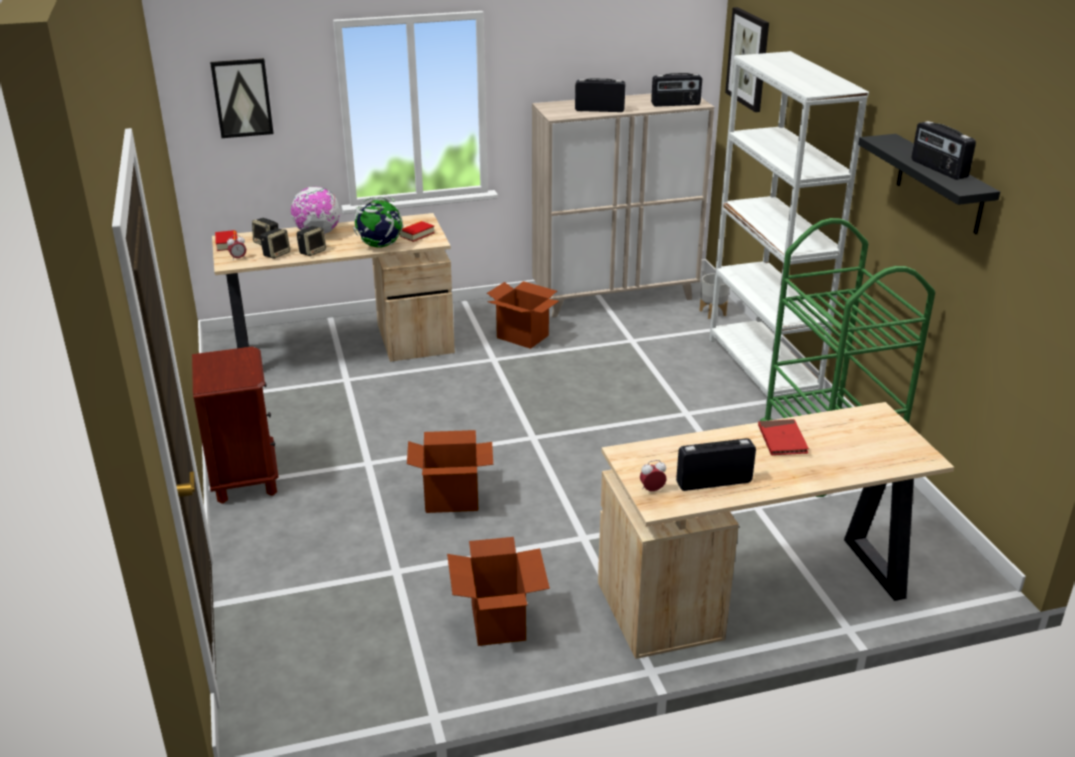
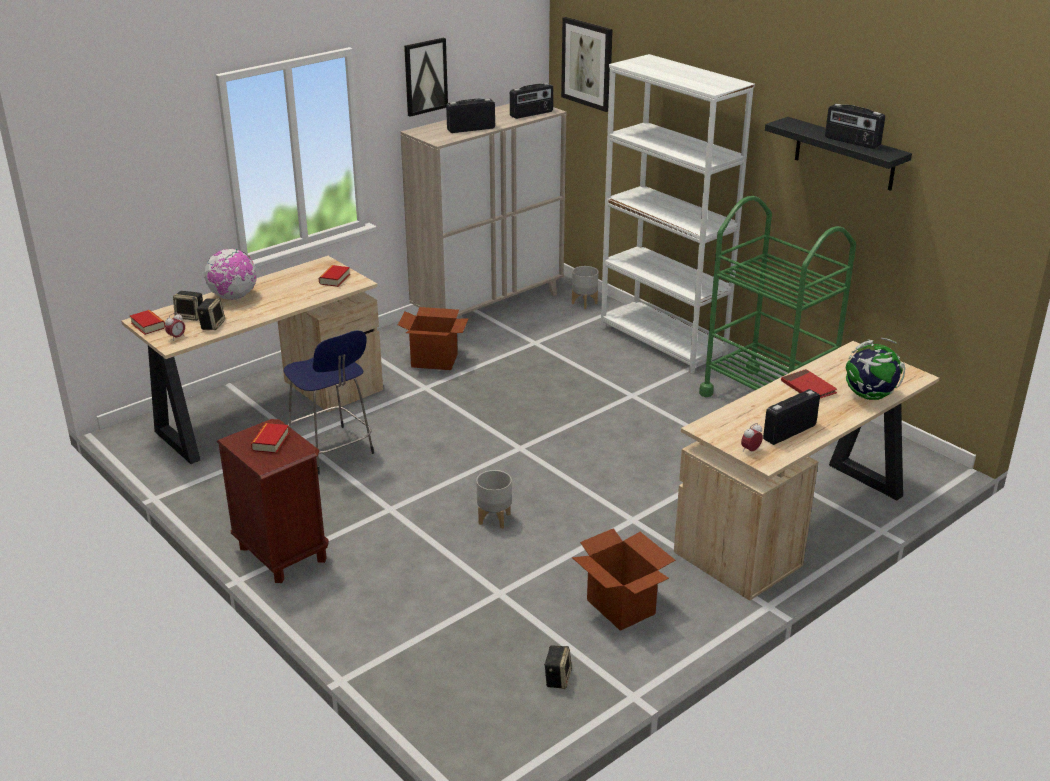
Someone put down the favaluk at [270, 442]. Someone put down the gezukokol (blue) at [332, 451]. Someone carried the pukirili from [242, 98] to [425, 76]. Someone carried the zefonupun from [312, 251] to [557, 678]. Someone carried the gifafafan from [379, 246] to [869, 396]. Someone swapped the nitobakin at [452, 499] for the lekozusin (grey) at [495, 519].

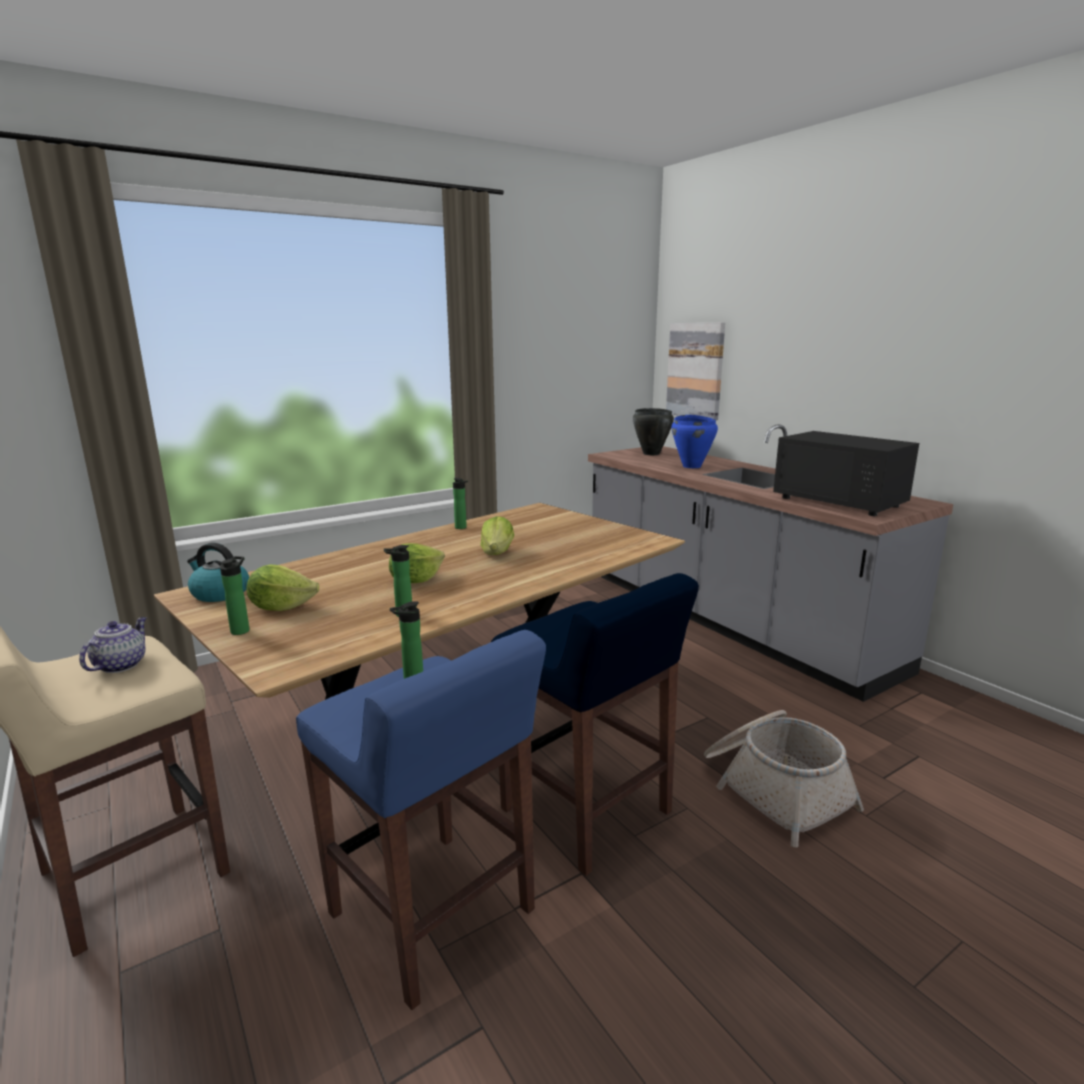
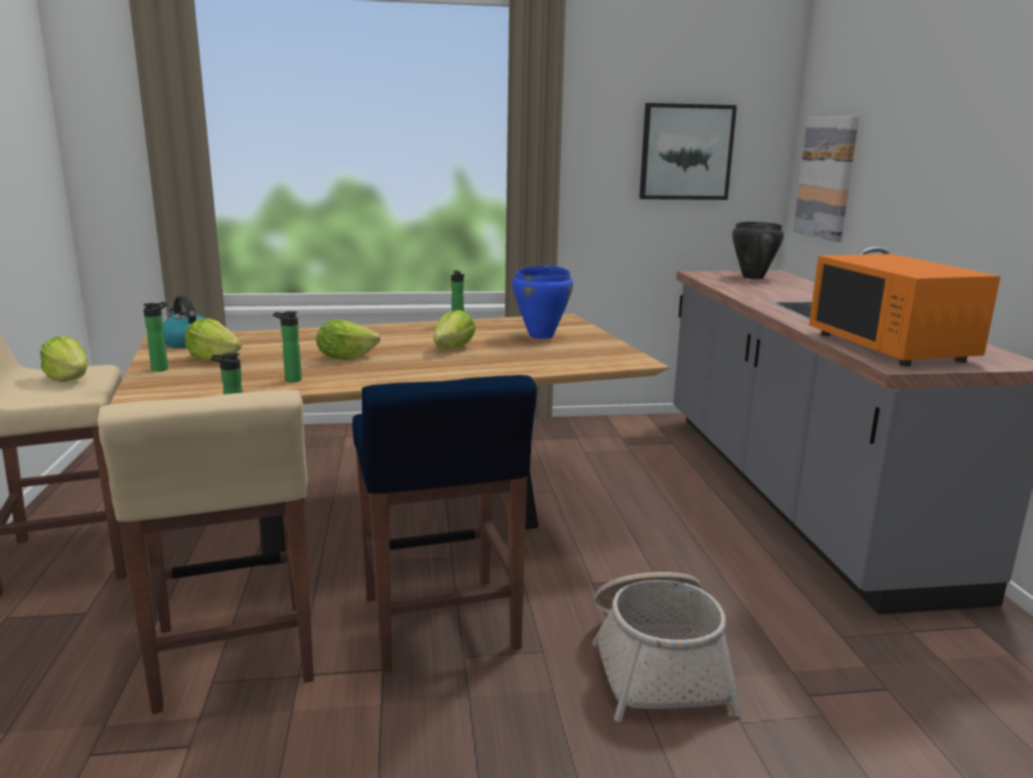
Someone put up the pukirili at [686, 152]. Someone carried the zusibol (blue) from [692, 466] to [541, 336]. Someone swapped the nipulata at [121, 664] for the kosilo at [69, 379]. Someone repainted the gezukokol (blue) at [433, 914], which became the gezukokol (beige) at [233, 656]. Someone repainted the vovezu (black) at [839, 502], which became the vovezu (orange) at [890, 347].

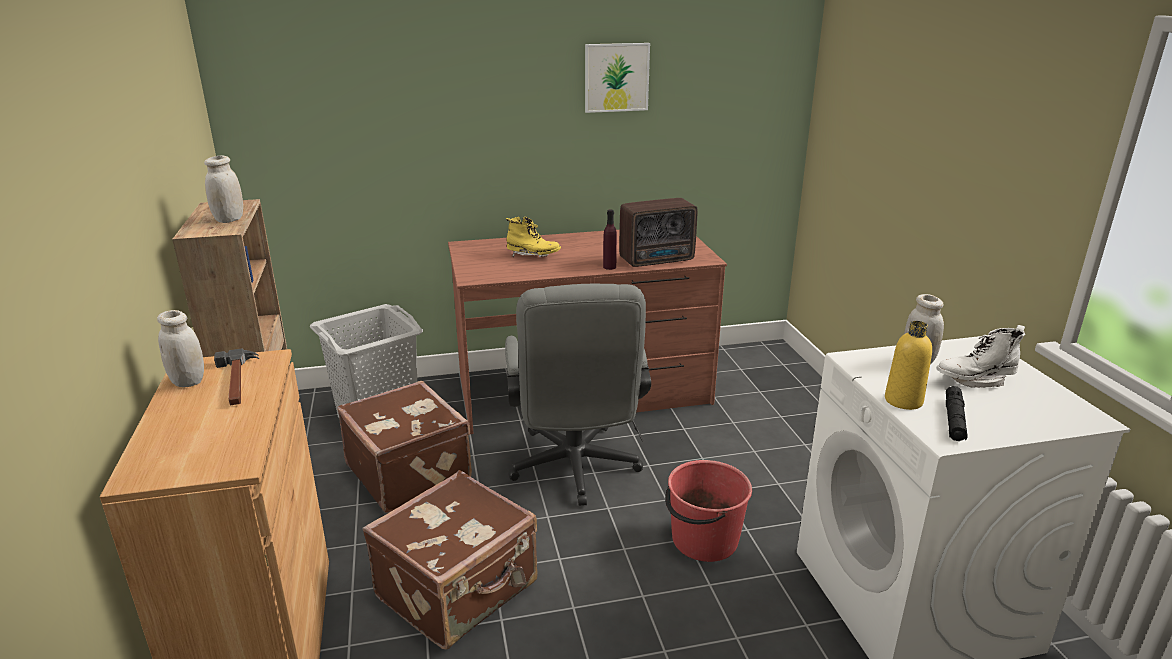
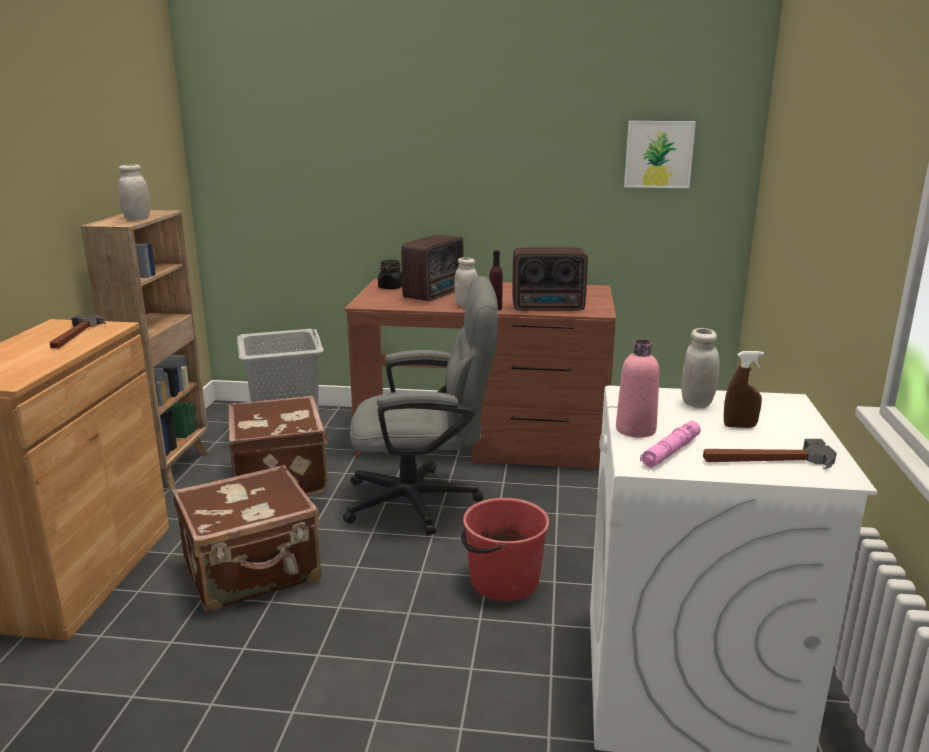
Someone put down the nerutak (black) at [391, 287]. Someone put down the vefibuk at [768, 461]. Someone carried the nerutak (white) from [188, 381] to [466, 305]. Someone carried the pukirili from [616, 77] to [659, 154]. Someone swapped the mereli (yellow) at [533, 256] for the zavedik at [435, 294]. Someone swapped the mereli (white) at [974, 380] for the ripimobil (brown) at [739, 426]. Someone repainted the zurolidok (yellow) at [903, 401], which became the zurolidok (pink) at [635, 430]. Someone repainted the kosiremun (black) at [954, 420], which became the kosiremun (pink) at [670, 452]. Someone rotated the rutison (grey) at [575, 471] by 105 degrees counterclockwise.

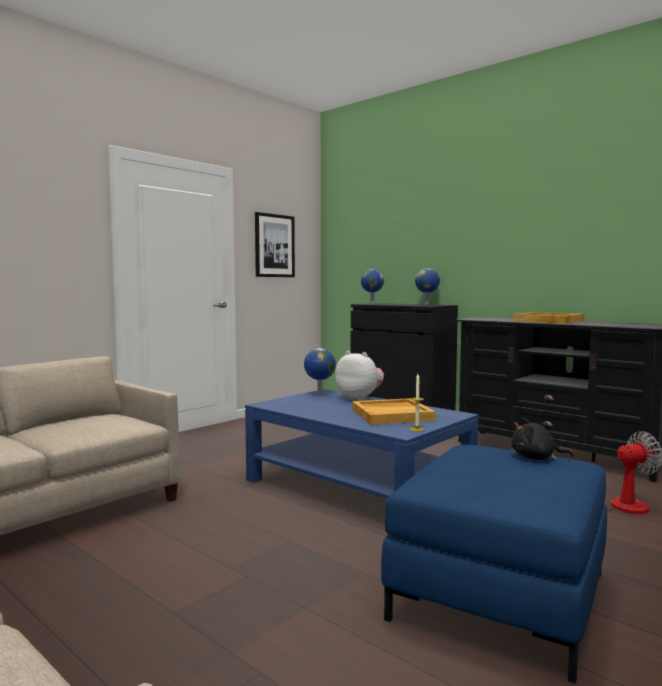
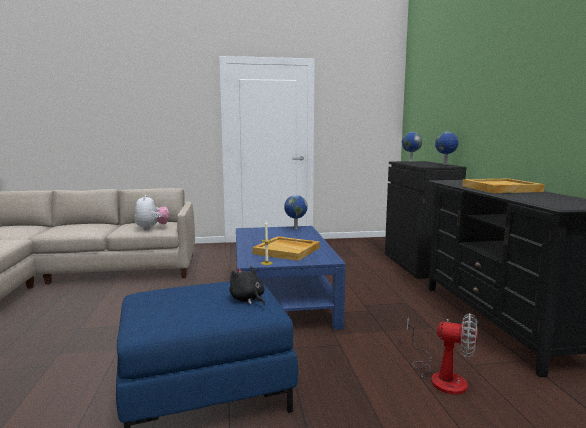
Someone took away the pukirili at [274, 246]. Someone carried the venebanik from [360, 398] to [152, 228].

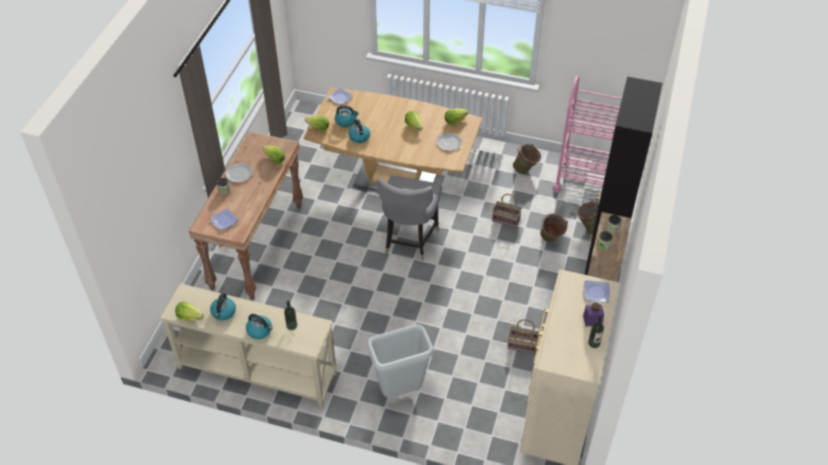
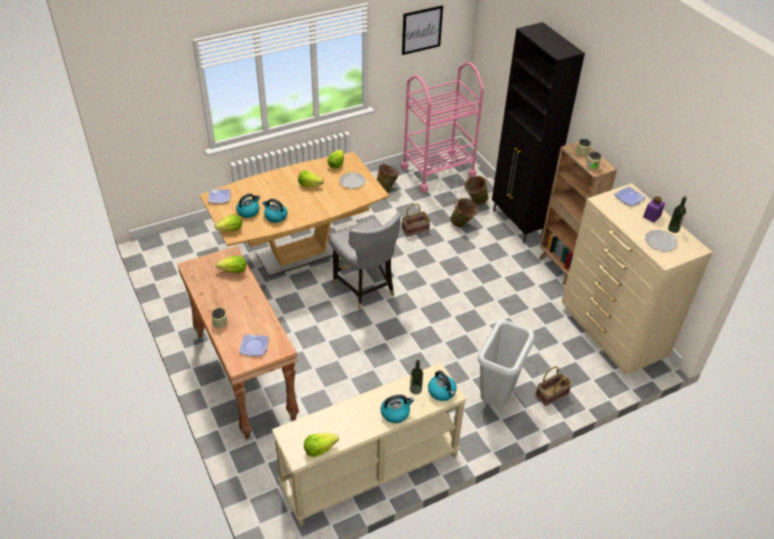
Someone put up the pukirili at [421, 30]. Someone carried the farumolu from [223, 312] to [442, 392]. Someone carried the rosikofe from [238, 174] to [660, 242]. Someone carried the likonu from [521, 345] to [551, 396].

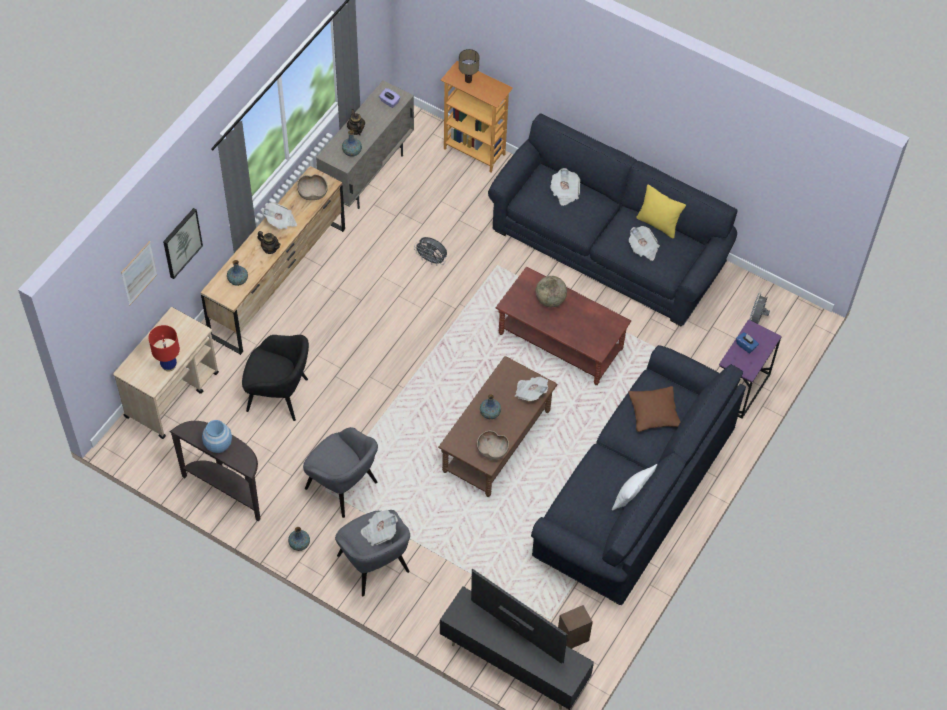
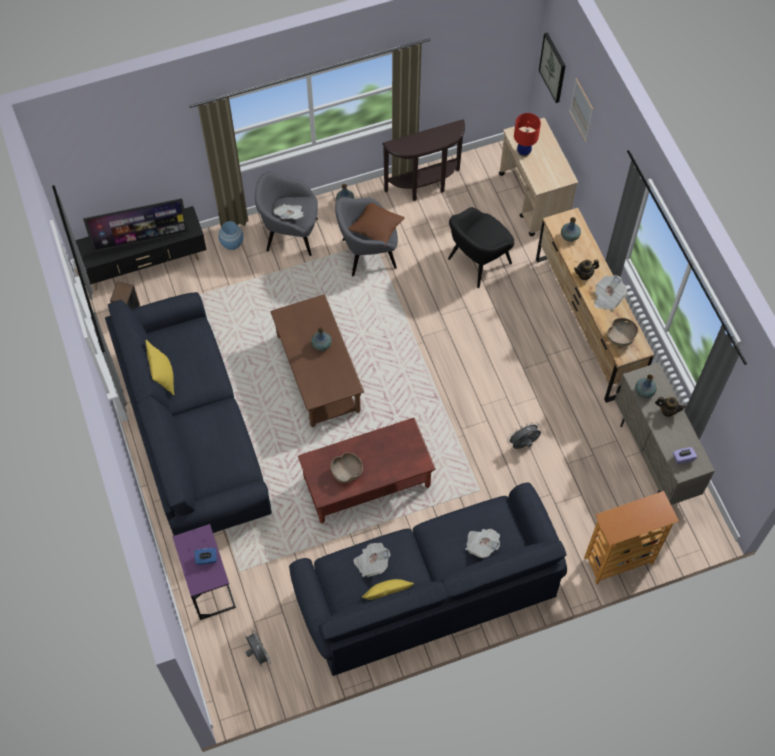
Someone took away the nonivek at [468, 80]. Someone took away the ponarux at [530, 392]. Someone took away the gifafafan at [550, 300]. Someone carried the pukirili from [181, 242] to [553, 67]. Someone carried the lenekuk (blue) from [218, 444] to [232, 243]. Someone carried the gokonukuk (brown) from [492, 451] to [347, 472]. Someone carried the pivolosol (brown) from [654, 413] to [376, 227]. Someone repainted the pivolosol (white) at [631, 497], which became the pivolosol (yellow) at [163, 377].

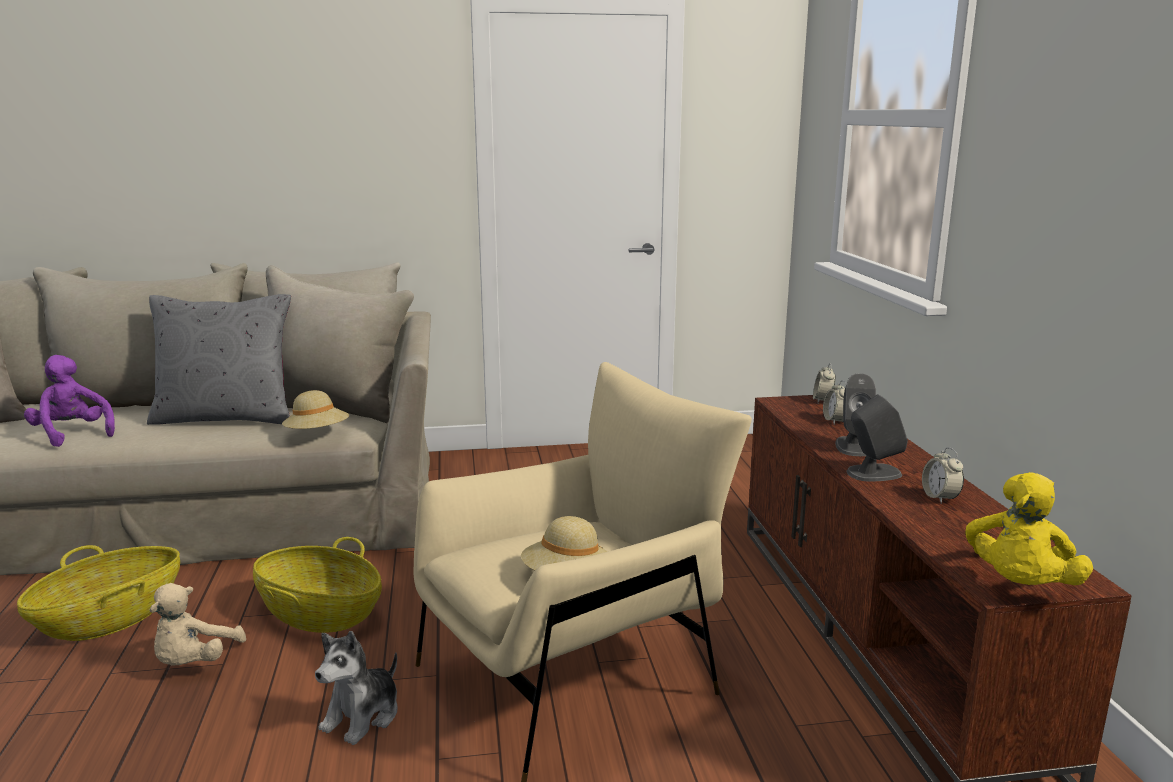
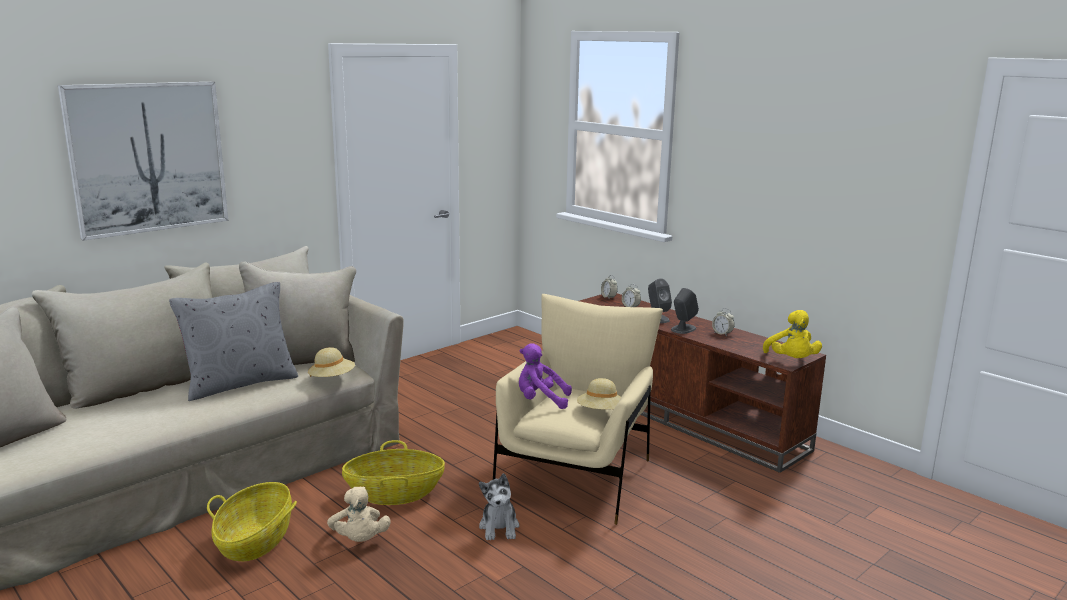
Someone put up the pukirili at [148, 157]. Someone carried the venebanik (purple) from [72, 434] to [540, 401].

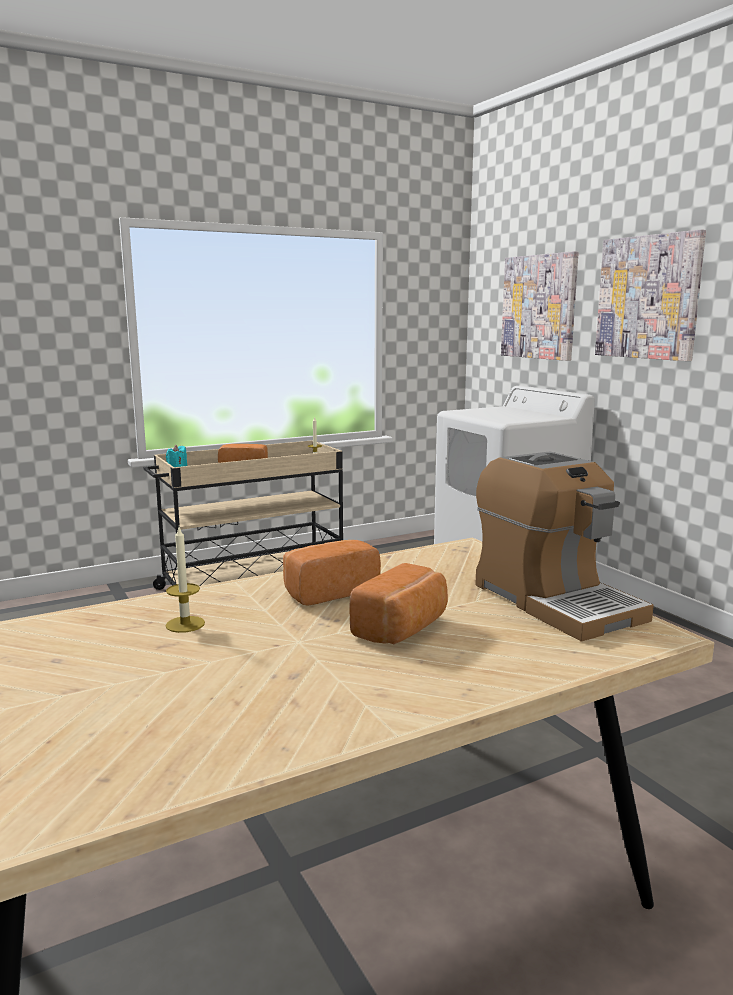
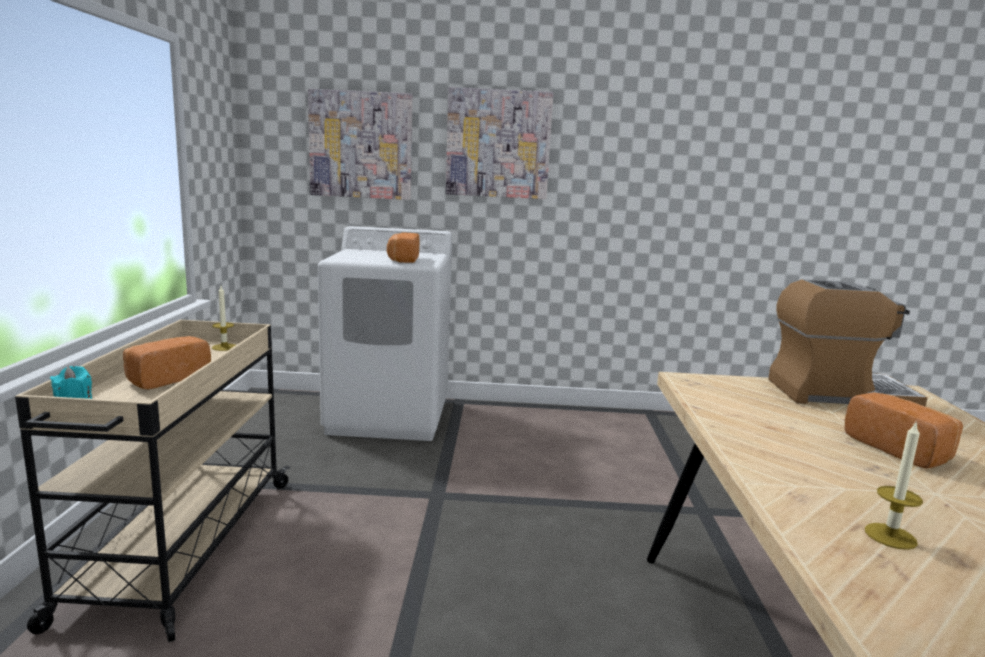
Someone carried the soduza from [328, 591] to [402, 259].

